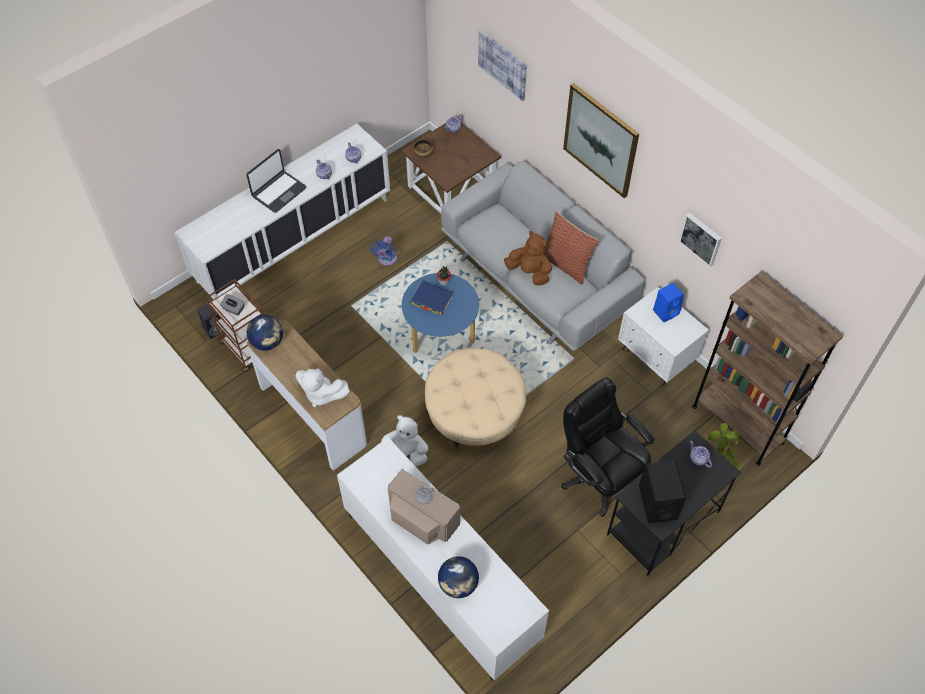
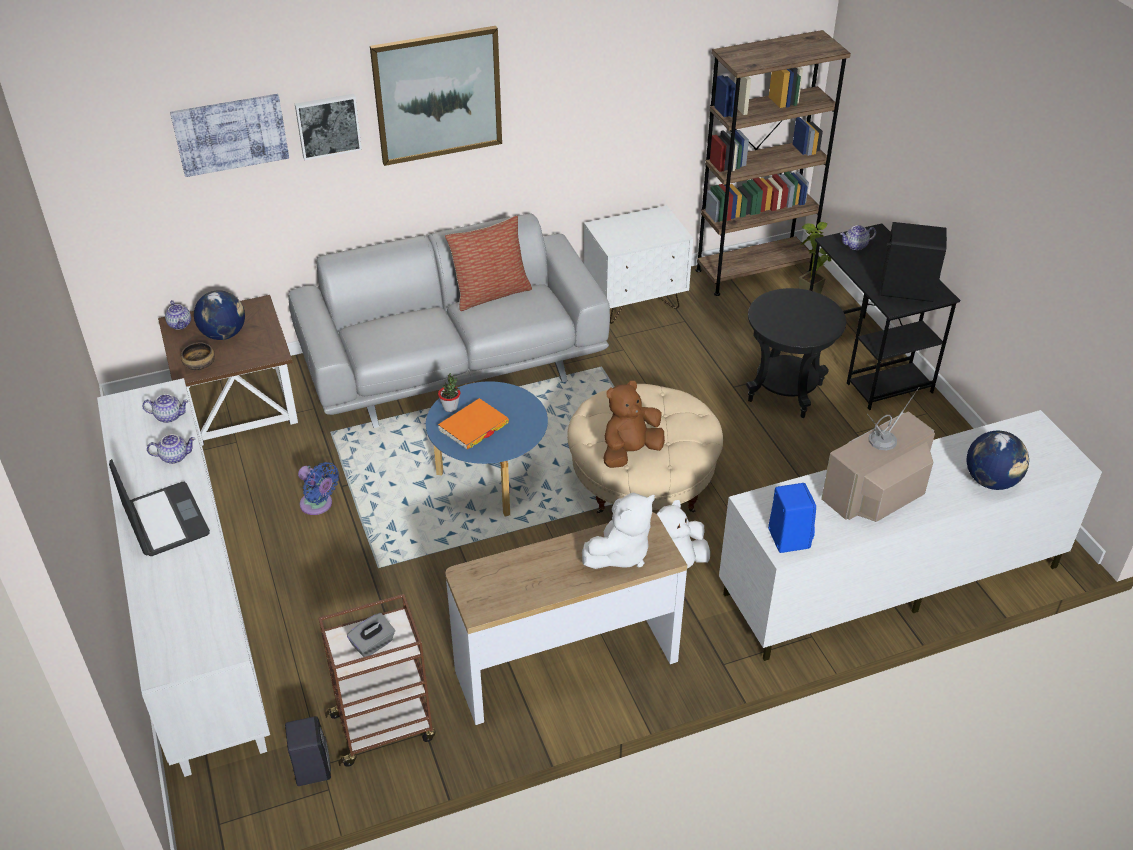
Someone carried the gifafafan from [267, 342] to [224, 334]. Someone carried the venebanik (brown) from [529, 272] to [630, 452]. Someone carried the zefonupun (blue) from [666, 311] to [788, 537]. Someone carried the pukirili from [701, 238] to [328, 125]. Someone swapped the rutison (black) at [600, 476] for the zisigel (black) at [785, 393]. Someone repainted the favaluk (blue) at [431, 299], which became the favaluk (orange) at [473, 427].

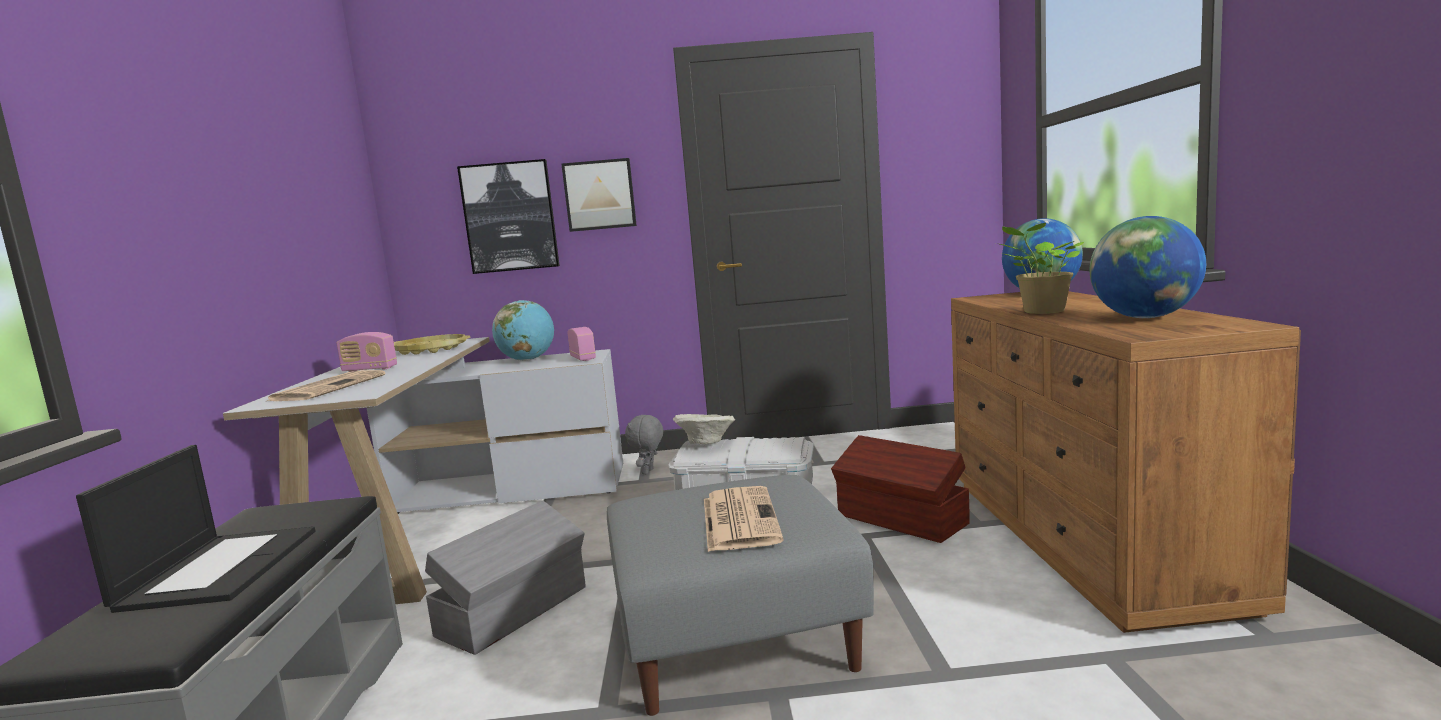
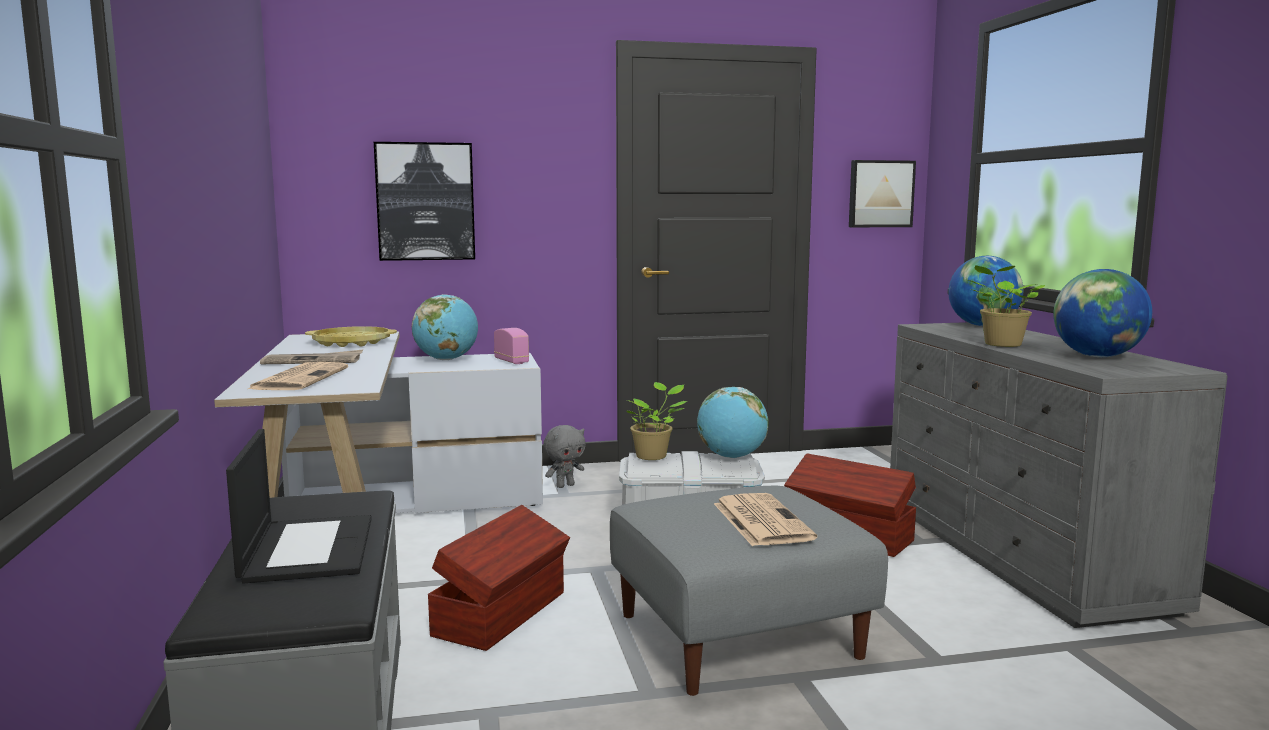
Someone put down the gifafafan at [732, 457]. Someone carried the pukirili from [600, 195] to [880, 194]. Someone swapped the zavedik at [370, 369] for the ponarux at [313, 361]. Someone swapped the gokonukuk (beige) at [705, 443] for the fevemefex at [653, 456]. Someone repainted the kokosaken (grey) at [516, 611], which became the kokosaken (brown) at [503, 613]. Someone repainted the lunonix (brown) at [1083, 538], which became the lunonix (grey) at [1019, 555]. Someone rotated the venebanik (grey) at [648, 472] by 135 degrees counterclockwise.

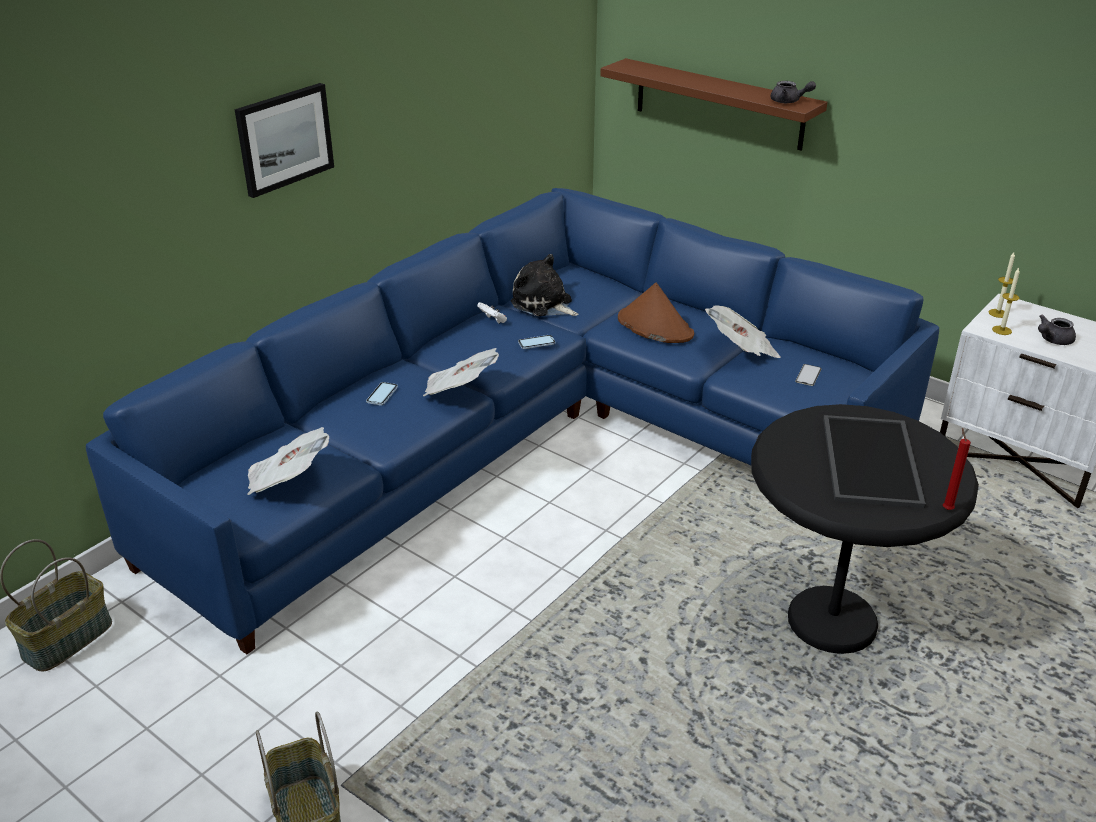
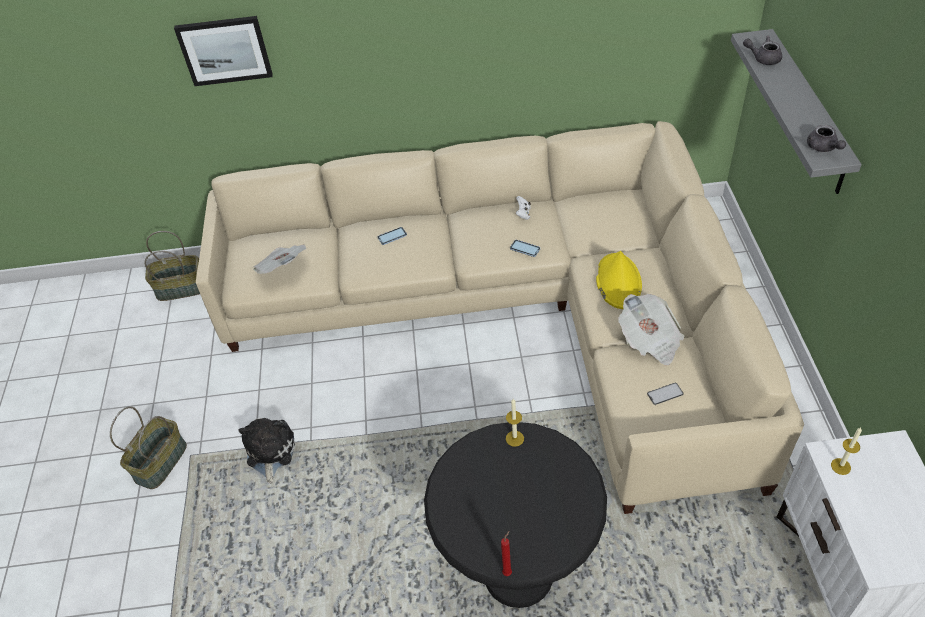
Someone took away the ponarux at [460, 390]. Someone took away the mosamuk at [873, 462]. Someone carried the pukirili from [284, 139] to [225, 50]. Someone carried the venebanik from [544, 304] to [270, 452]. Someone carried the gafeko from [997, 313] to [514, 438]. Someone carried the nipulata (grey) from [1052, 340] to [763, 58]. Someone repainted the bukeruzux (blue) at [537, 441], which became the bukeruzux (beige) at [516, 313]. Someone repainted the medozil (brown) at [718, 104], which became the medozil (grey) at [807, 112]. Someone repainted the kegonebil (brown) at [654, 326], which became the kegonebil (yellow) at [618, 281].

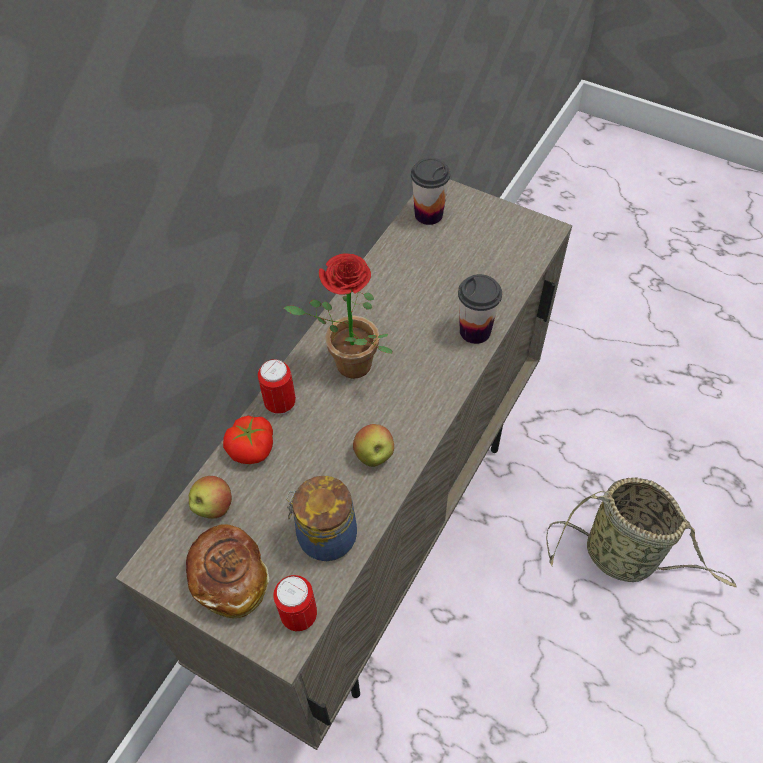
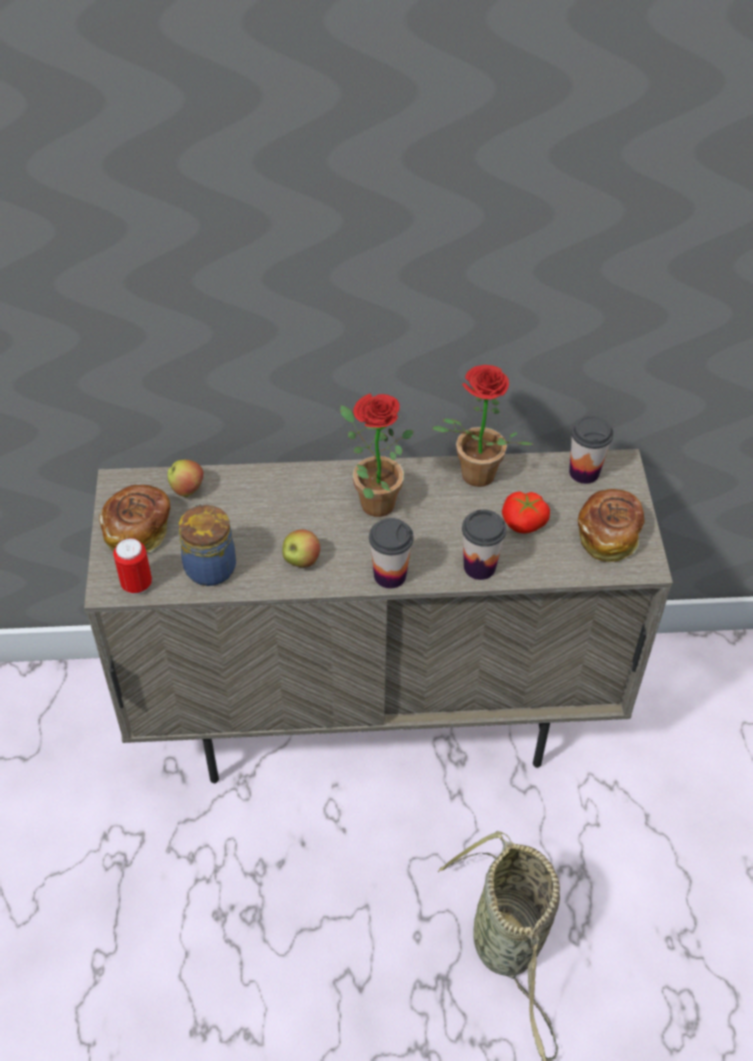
Someone took away the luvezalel at [280, 403]. Someone put down the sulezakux at [390, 575]. Someone put down the fevemefex at [473, 478]. Someone put down the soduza at [608, 535]. Someone carried the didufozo from [252, 448] to [524, 522].

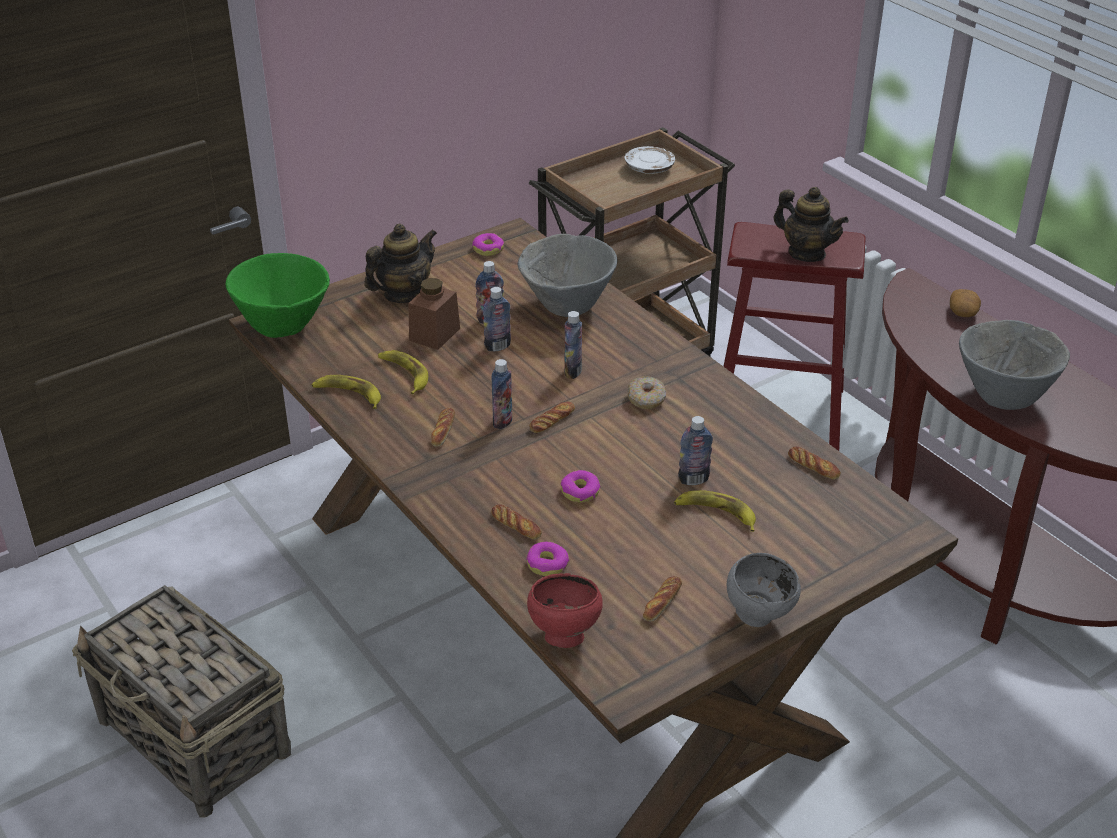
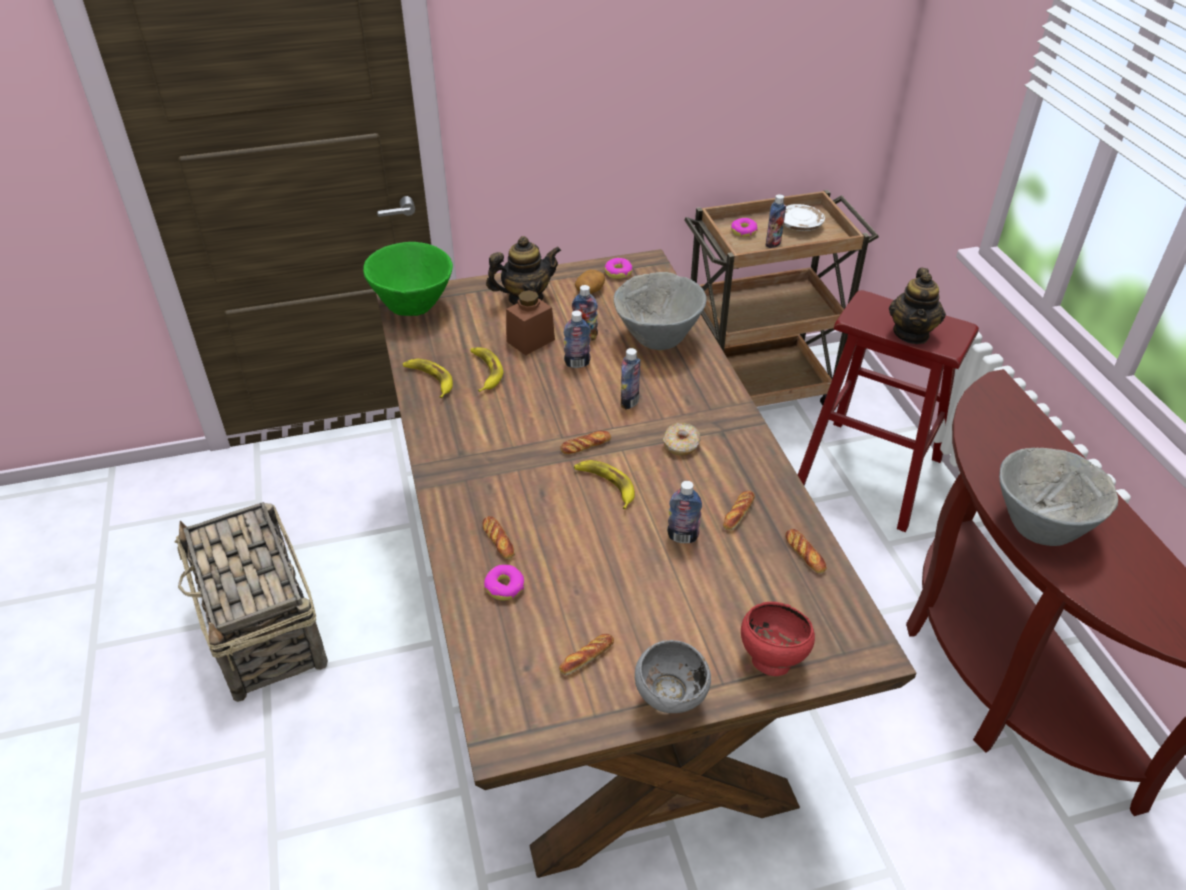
Someone carried the soduza from [443, 430] to [738, 513]. Someone carried the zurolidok from [502, 421] to [773, 243]. Someone carried the gokonukuk (red) from [563, 635] to [770, 660]. Someone carried the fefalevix from [580, 492] to [743, 231]. Someone carried the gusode from [716, 513] to [606, 485]. Someone carried the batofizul from [963, 313] to [590, 290]. Someone rotated the nipulata at [806, 253] by 45 degrees clockwise.

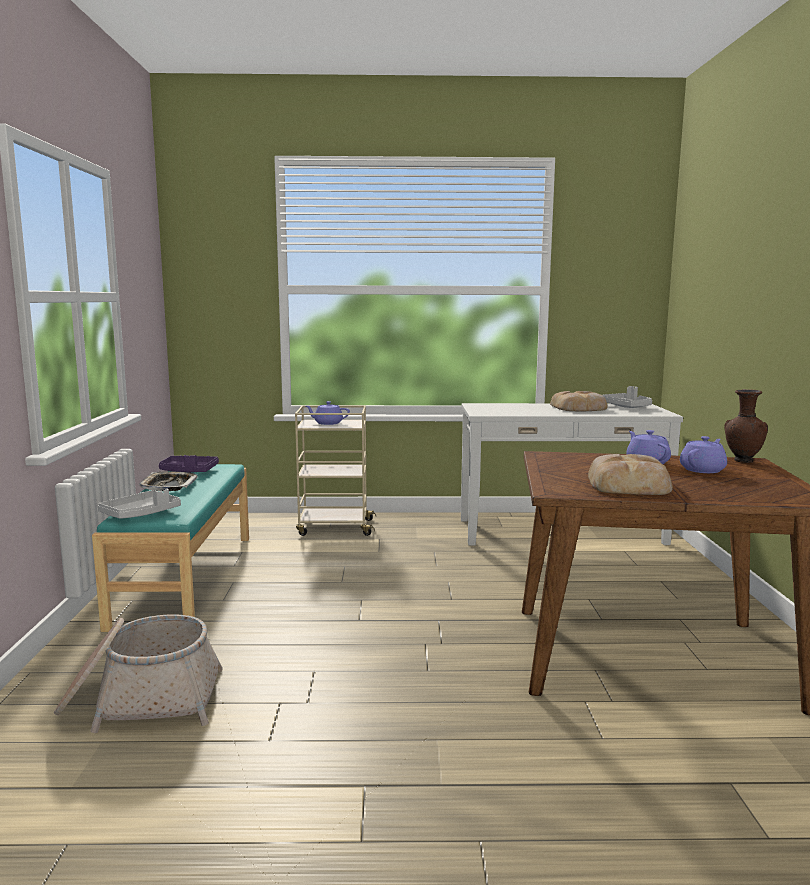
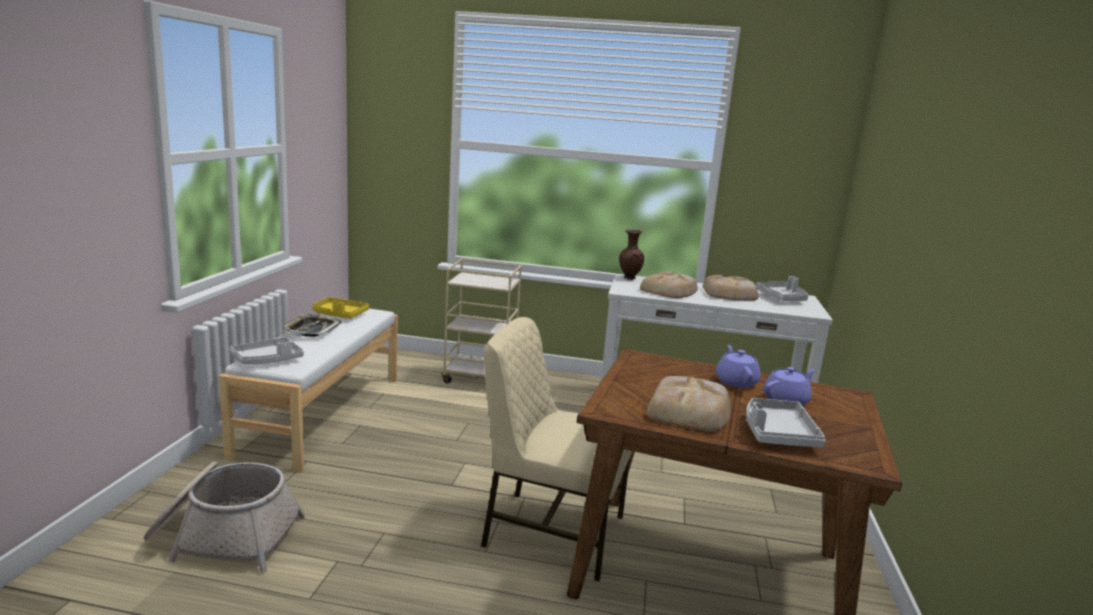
Someone took away the nipulata (purple) at [327, 423]. Someone put down the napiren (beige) at [551, 531]. Someone put down the soduza at [669, 291]. Someone put down the mosamuk (grey) at [777, 433]. Someone carried the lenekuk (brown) from [741, 461] to [628, 278]. Someone repainted the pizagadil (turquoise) at [185, 578], which became the pizagadil (white) at [321, 414]. Someone repainted the mosamuk (purple) at [188, 471], which became the mosamuk (yellow) at [339, 315].

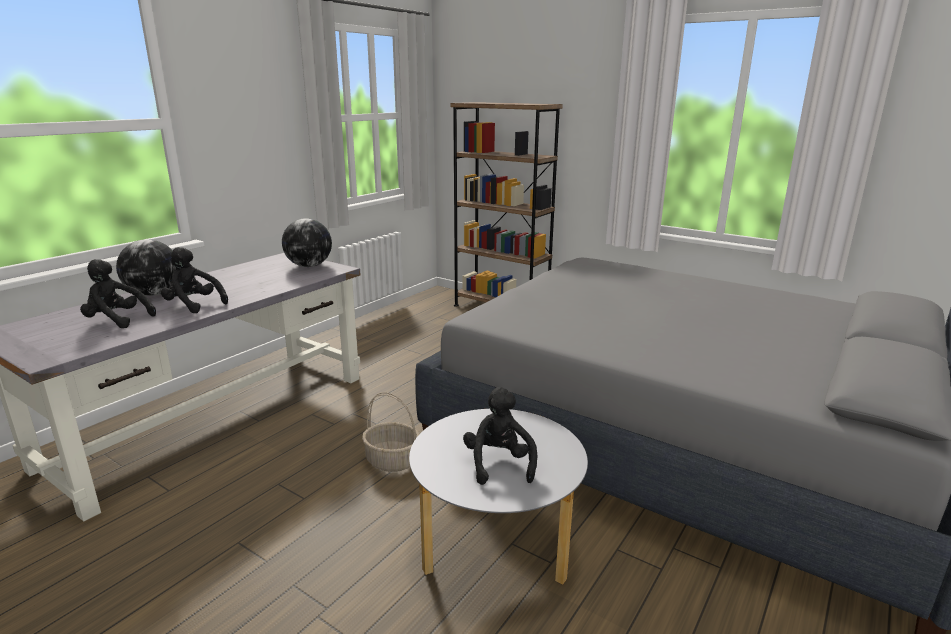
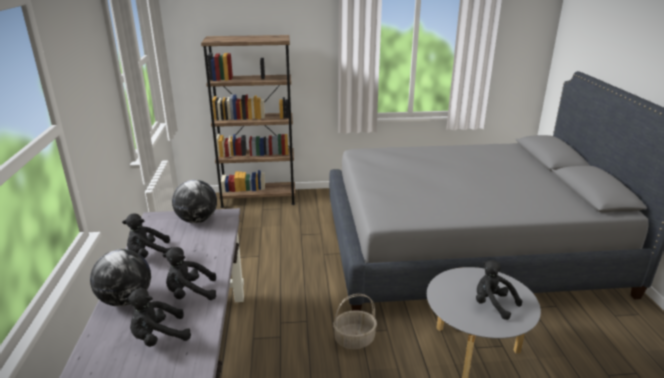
Someone put down the venebanik (black) at [149, 255].

